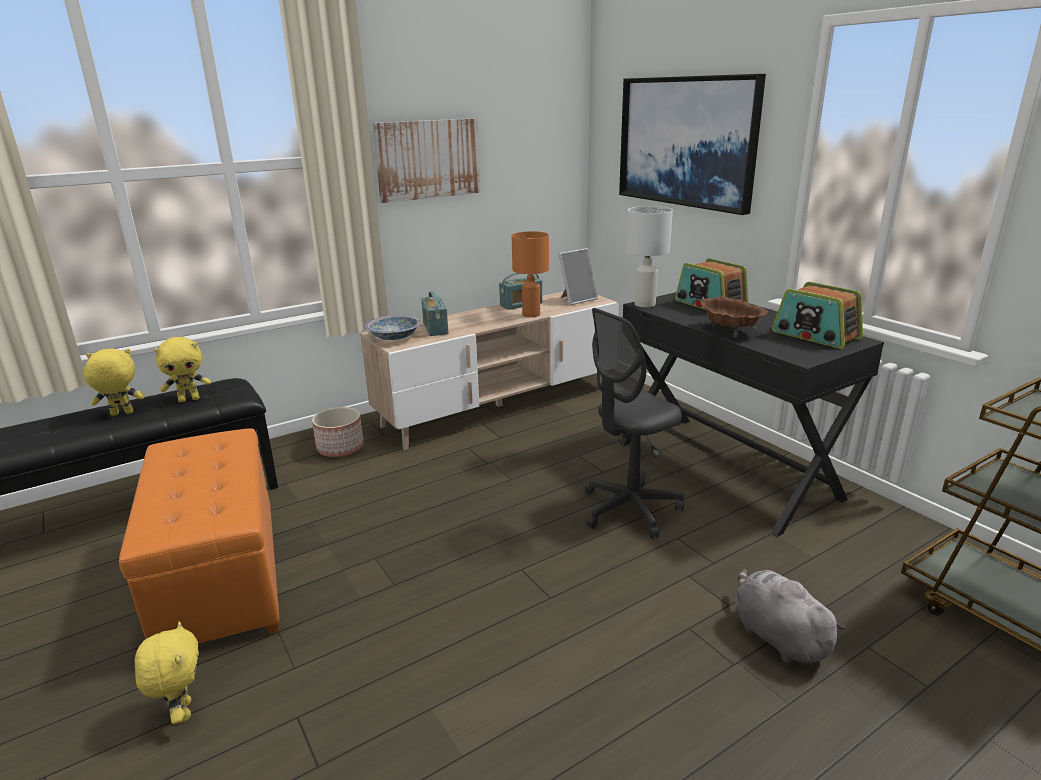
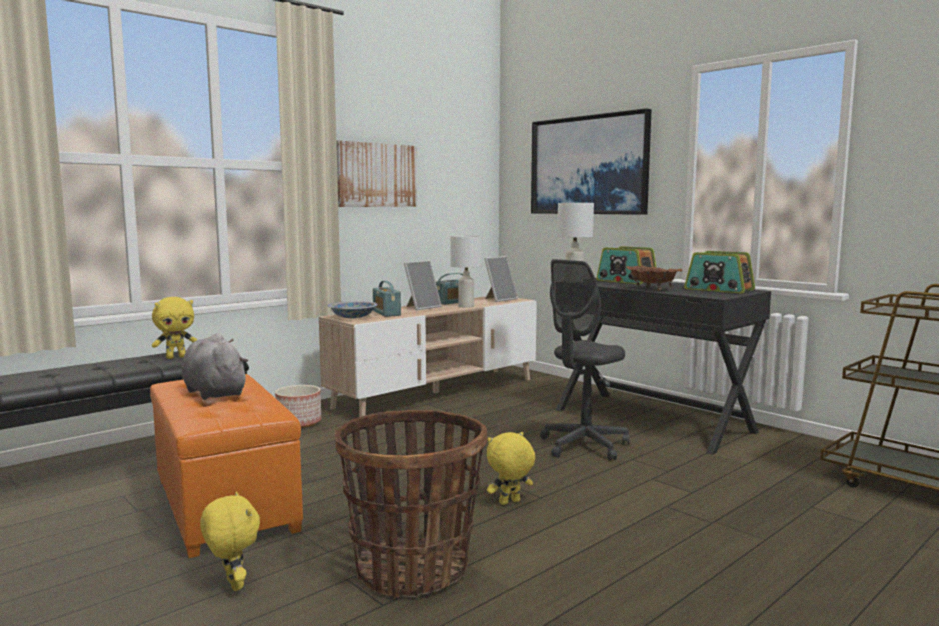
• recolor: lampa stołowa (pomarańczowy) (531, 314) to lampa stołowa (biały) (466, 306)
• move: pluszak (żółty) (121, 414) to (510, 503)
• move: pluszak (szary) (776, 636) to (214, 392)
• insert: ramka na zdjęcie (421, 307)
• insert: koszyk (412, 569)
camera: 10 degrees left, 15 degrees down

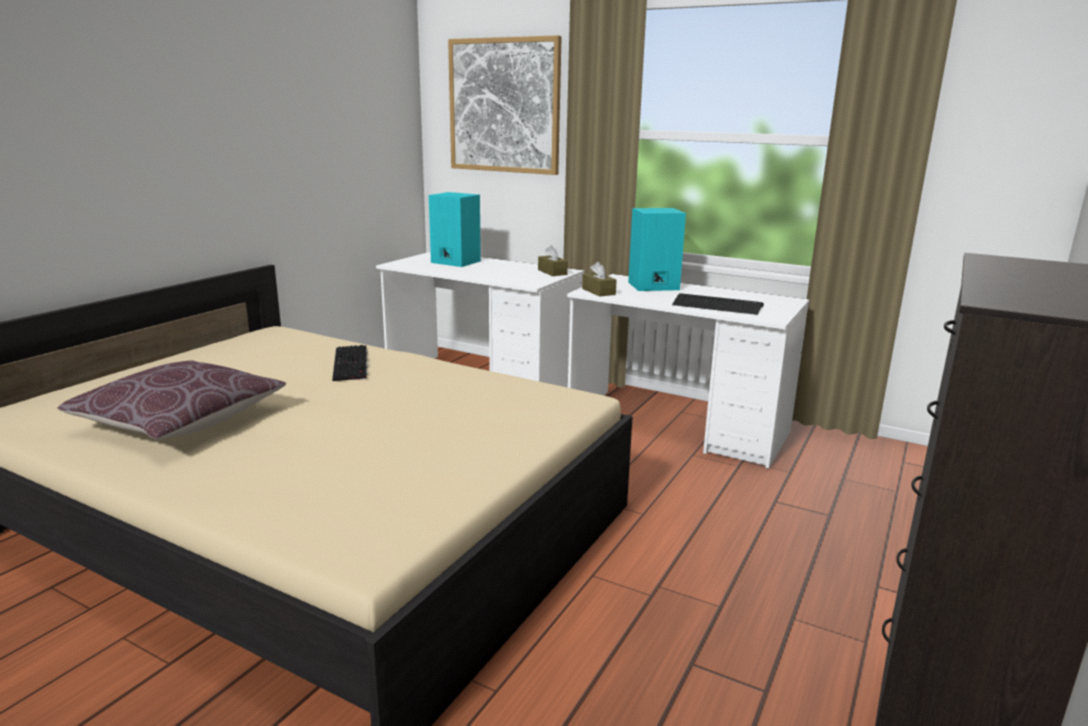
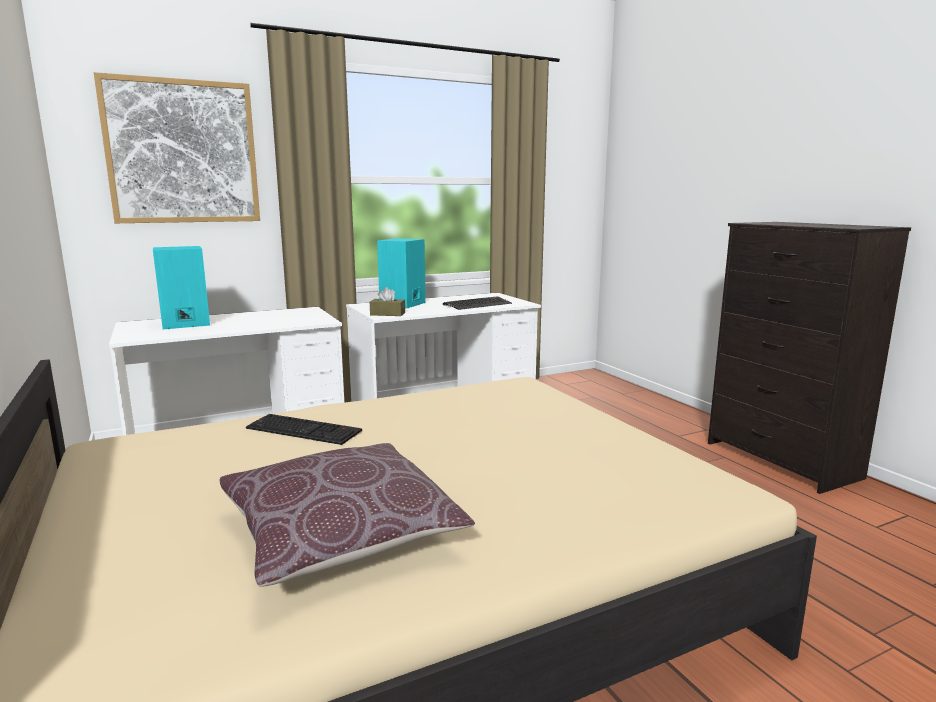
• delete: pudełko chusteczek (brązowy) (552, 272)
camera: 55 degrees left, 5 degrees down

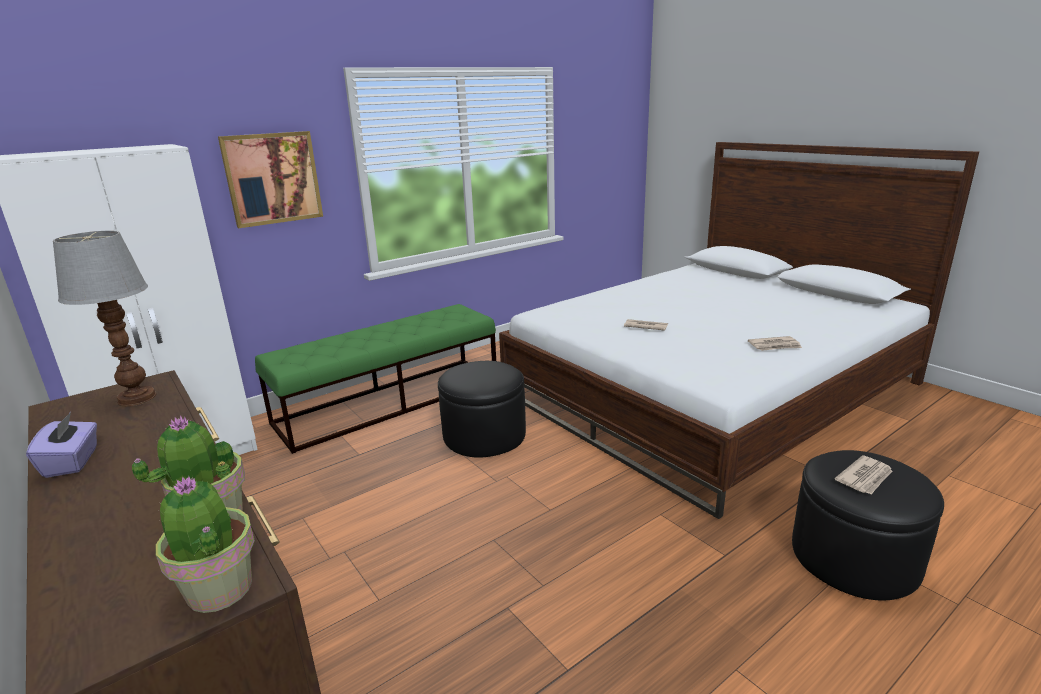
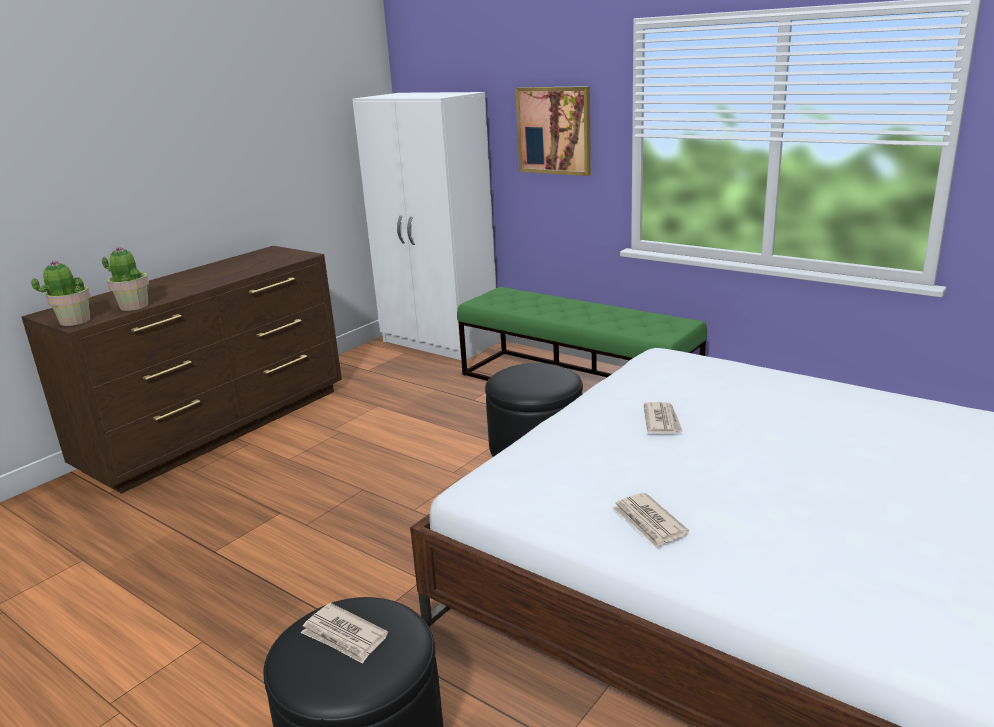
• delete: lampa stołowa (136, 398)
• delete: pudełko chusteczek (fioletowy) (72, 462)
camera: 75 degrees right, 0 degrees up

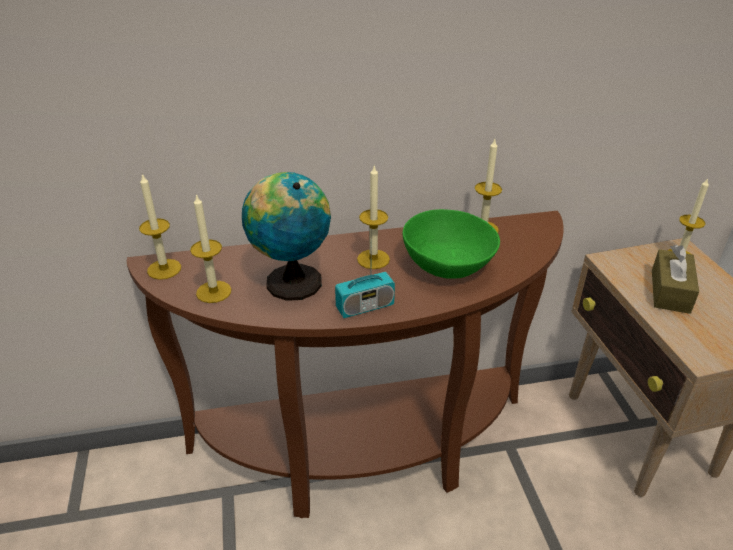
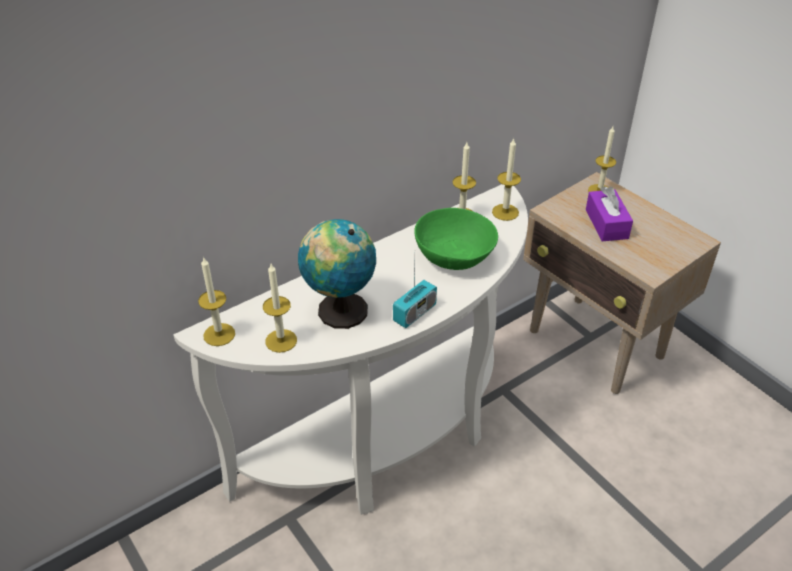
• move: świeca (373, 259) to (505, 212)
• recolor: stolik konsolowy (brązowy) (364, 456) to stolik konsolowy (biały) (391, 442)
• recolor: pudełko chusteczek (brązowy) (670, 291) to pudełko chusteczek (fioletowy) (606, 224)
camera: 25 degrees left, 5 degrees up

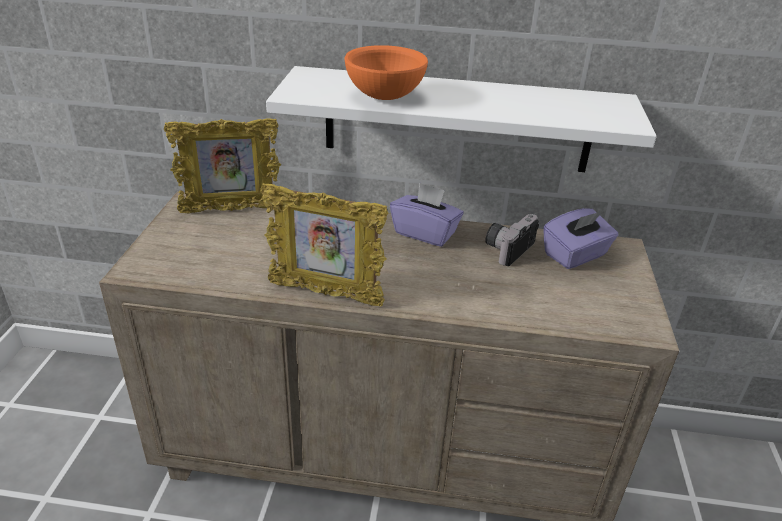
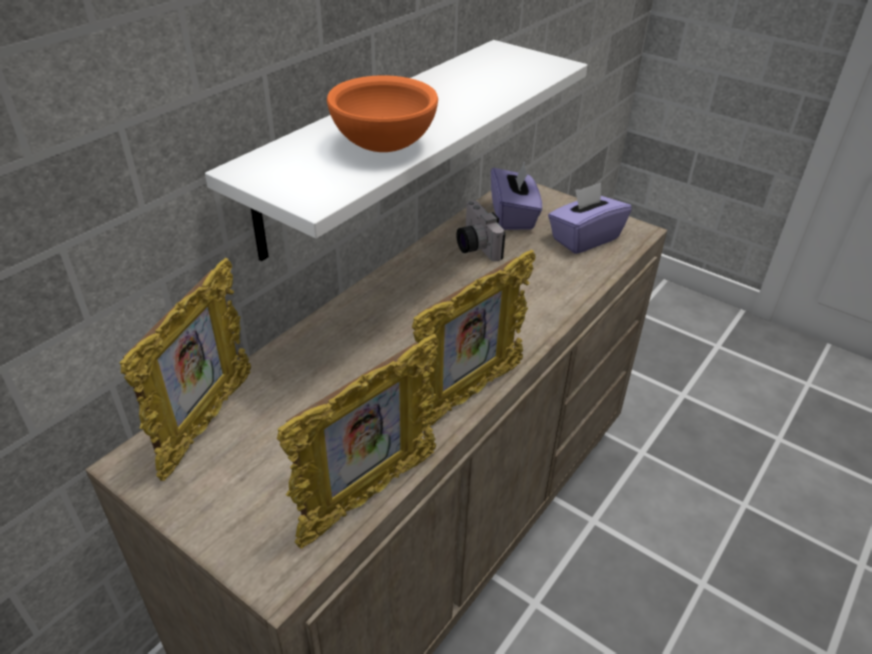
• move: pudełko chusteczek (fioletowy) (425, 233) to (584, 238)
• insert: ramka na zdjęcie (368, 496)
camera: 60 degrees left, 5 degrees up

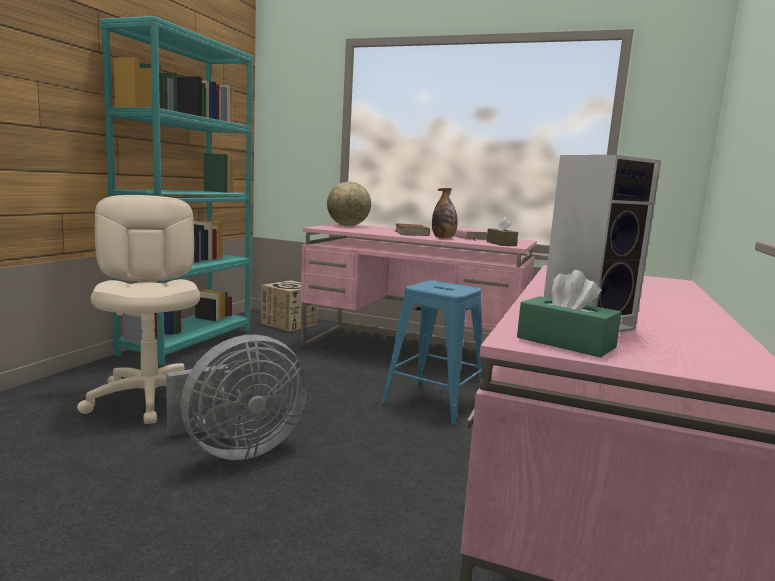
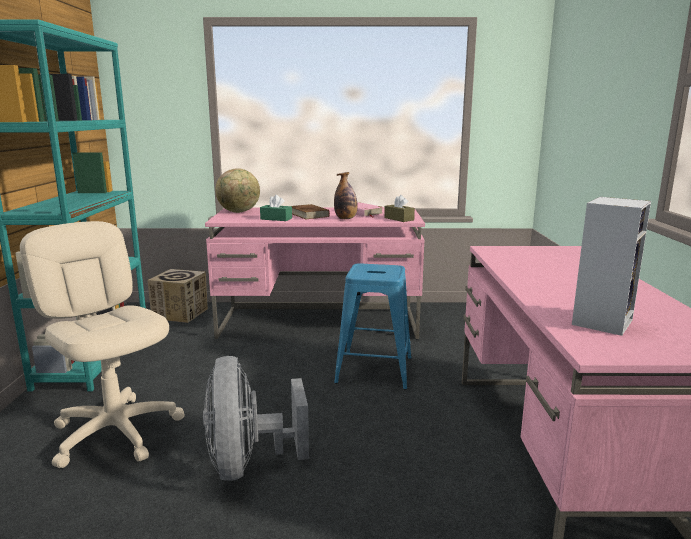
• move: pudełko chusteczek (zielony) (565, 342) to (276, 219)
• rotate: wentylator (szary) (236, 449) = (248, 463) 135 degrees clockwise
camera: 20 degrees left, 5 degrees up

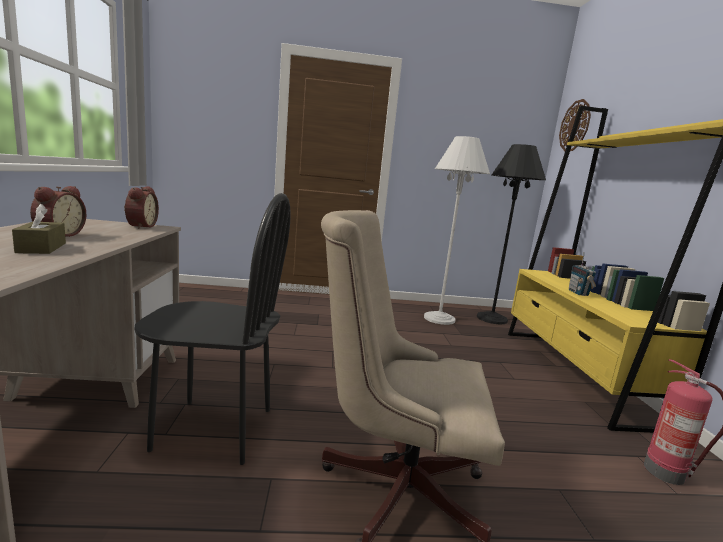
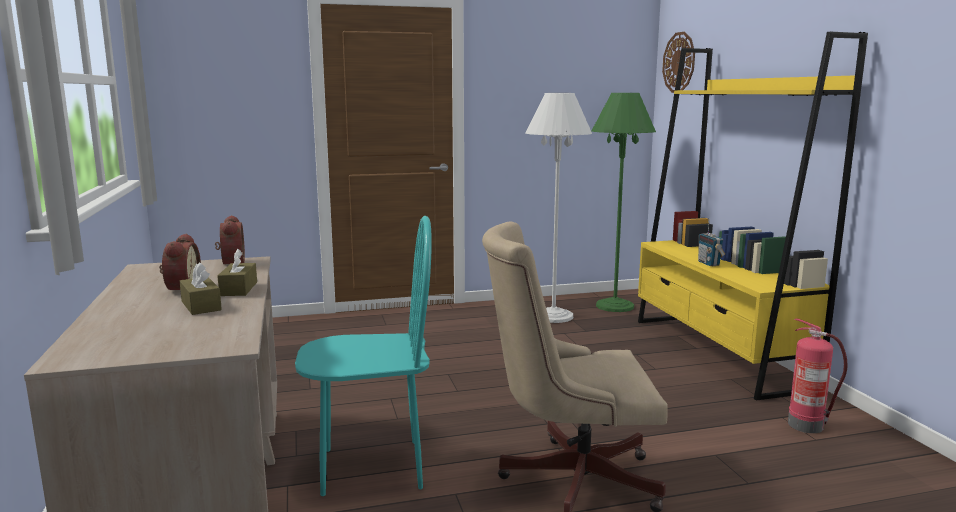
• recolor: lampa stojąca (czarny) (492, 318) to lampa stojąca (zielony) (615, 306)
• recolor: krzesło (czarny) (214, 429) to krzesło (turkusowy) (372, 467)
• insert: pudełko chusteczek (brązowy) (238, 289)
camera: 10 degrees left, 0 degrees up

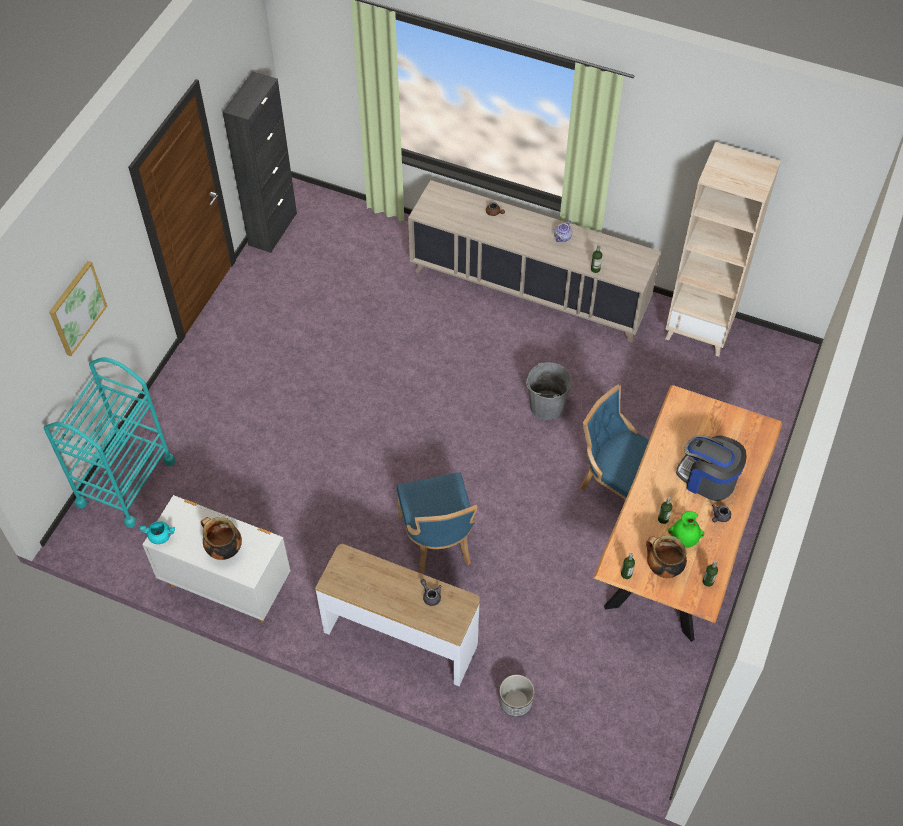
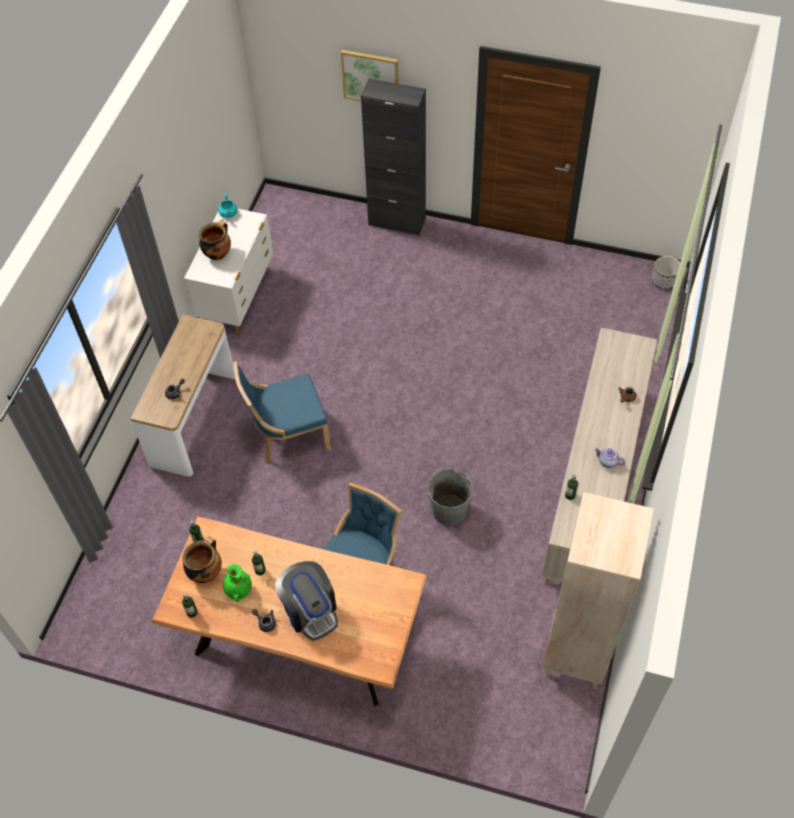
• move: szafka (czarny) (272, 229) to (397, 222)
• delete: wózek (turkusowy) (126, 482)
• rotate: ekspres do kawy (707, 478) = (310, 610) 120 degrees clockwise
• move: donica (515, 702) to (663, 280)
camera: 85 degrees right, 0 degrees up

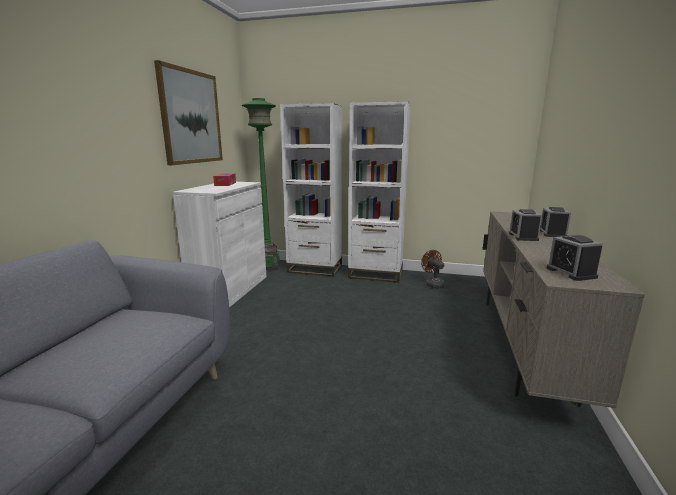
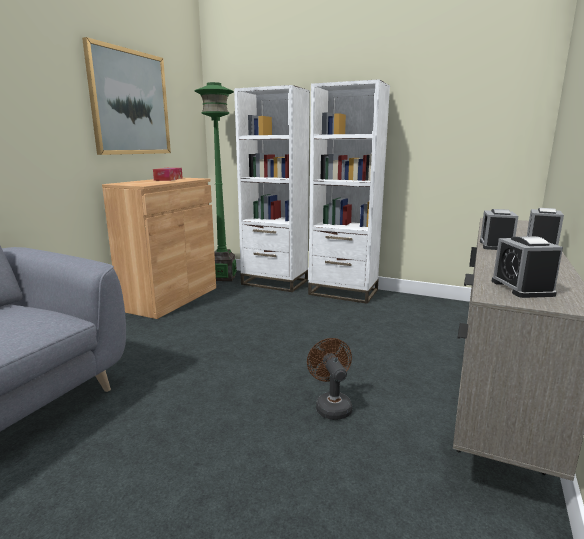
• recolor: szafka (biały) (230, 289) to szafka (brązowy) (170, 298)
• move: wentylator (brązowy) (433, 284) to (331, 405)
camera: 10 degrees right, 0 degrees up

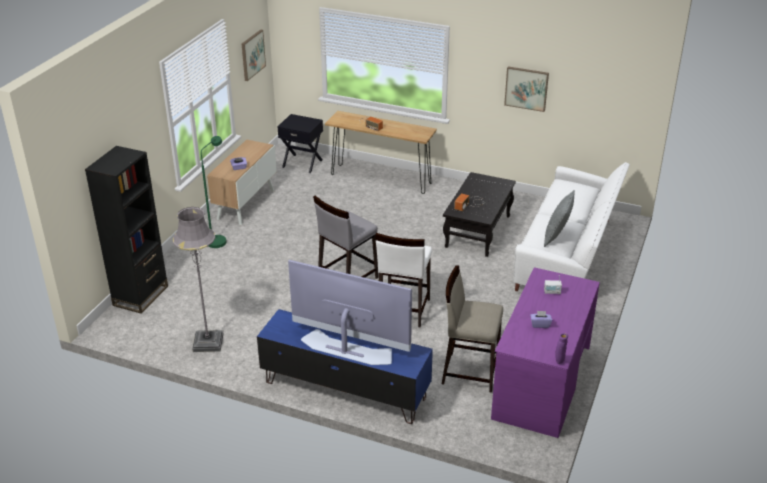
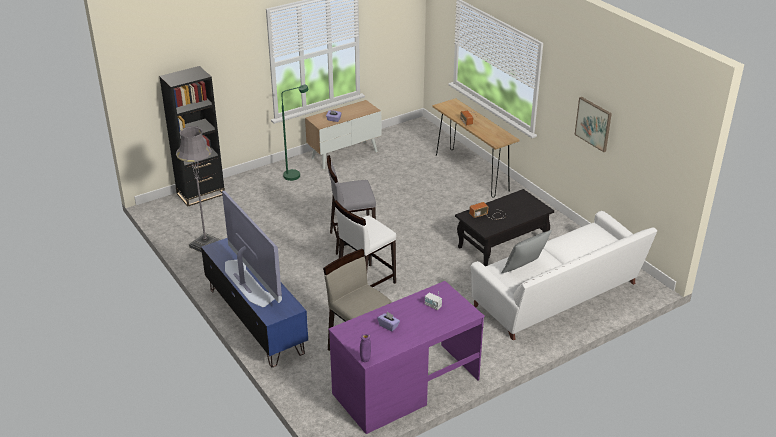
• delete: obraz (252, 55)
• delete: szafka nocna (czarny) (302, 163)
camera: 35 degrees right, 0 degrees up

